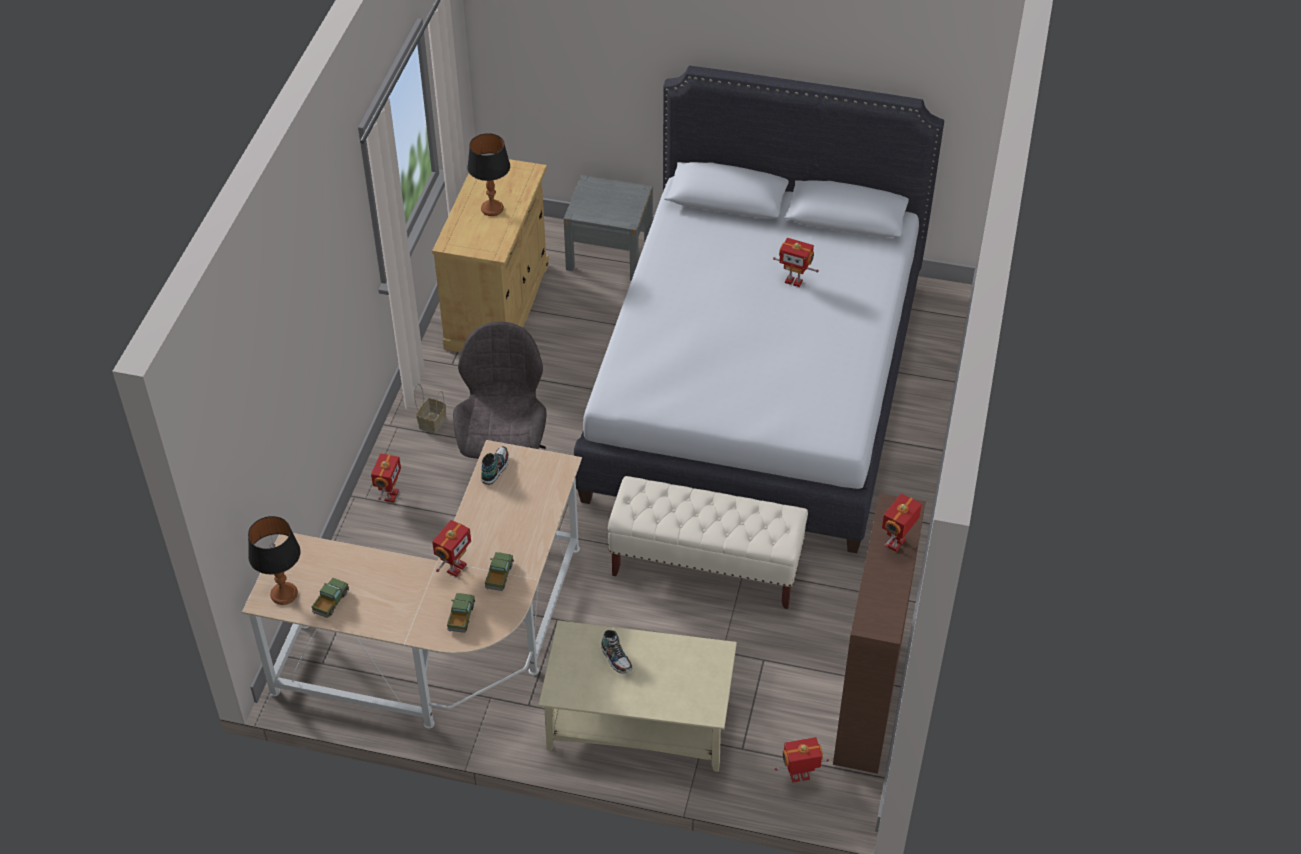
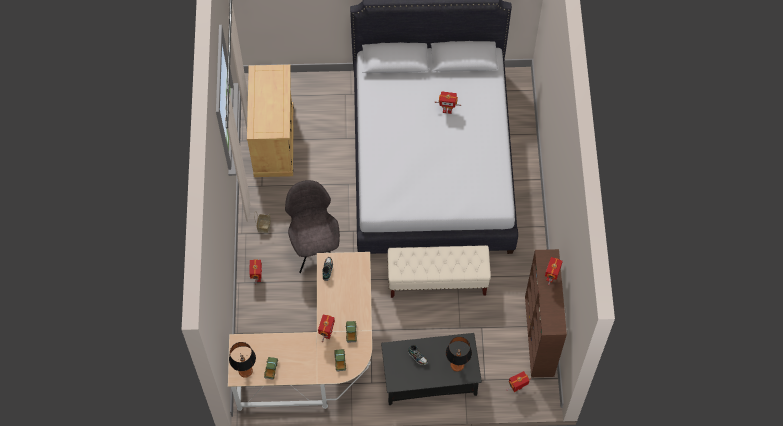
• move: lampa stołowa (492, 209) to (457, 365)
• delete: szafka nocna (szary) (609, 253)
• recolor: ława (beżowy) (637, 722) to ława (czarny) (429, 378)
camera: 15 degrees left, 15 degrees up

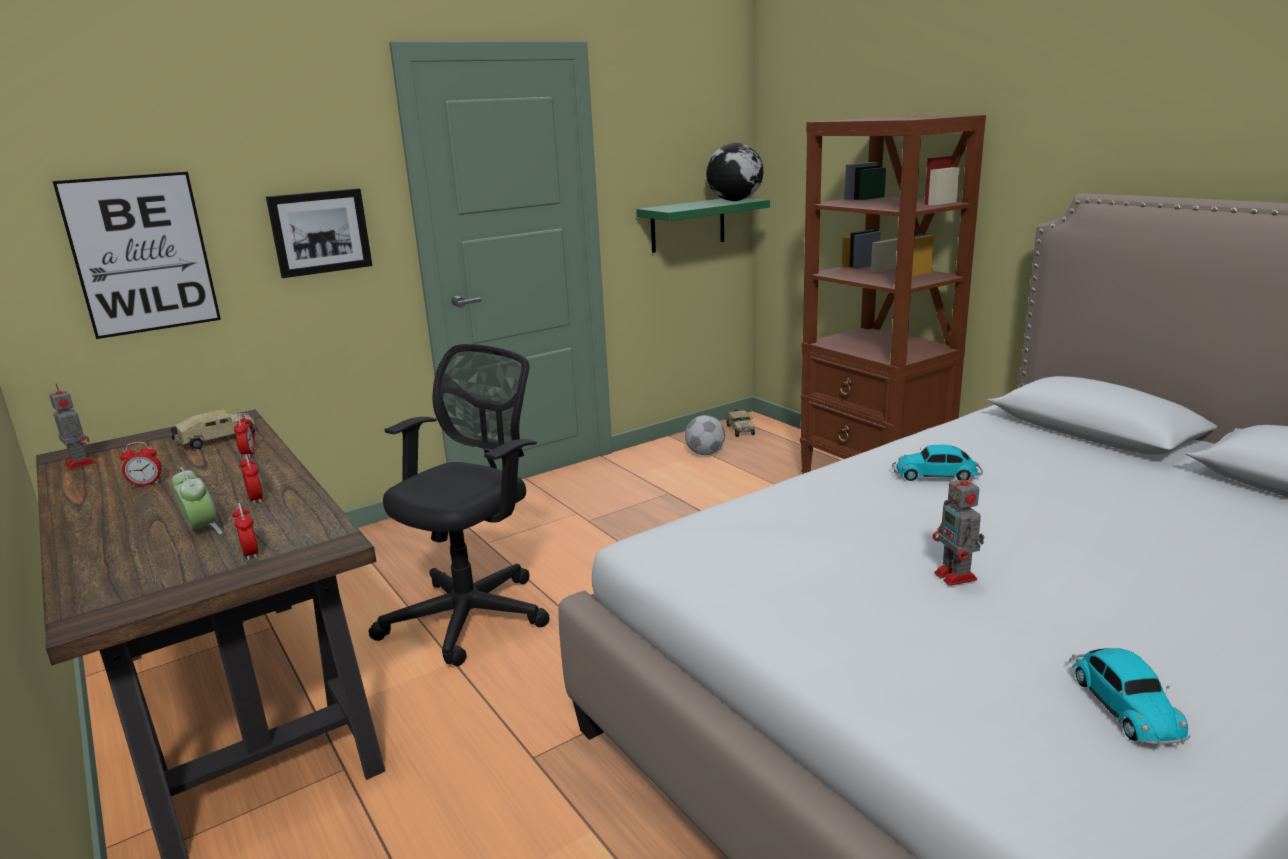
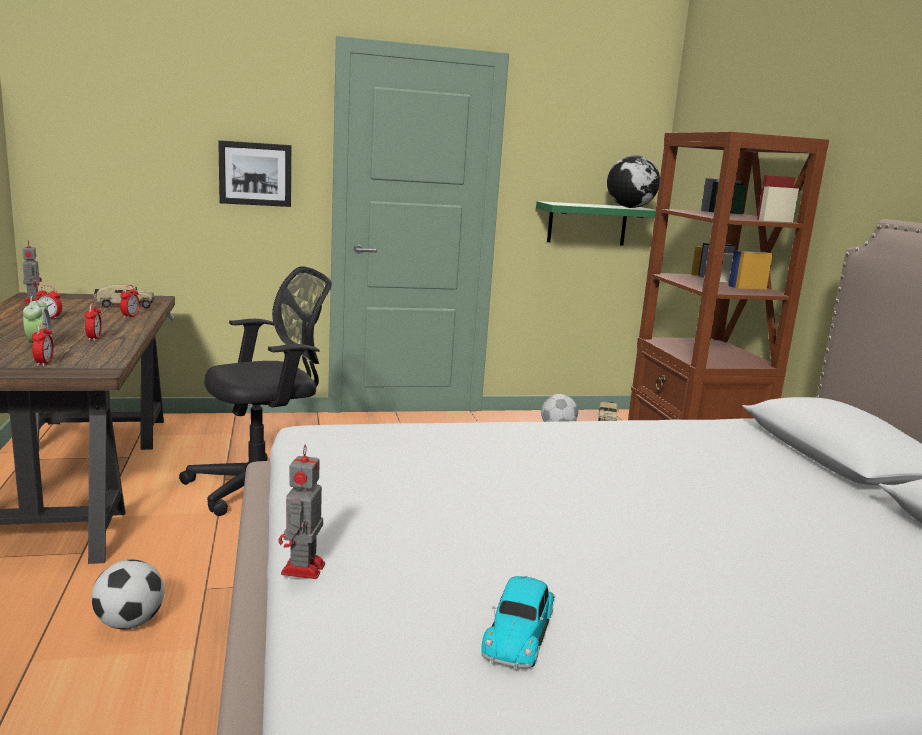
• delete: obraz (141, 254)
• delete: samochodzik (937, 475)
• move: robot zabawkowy (956, 577) to (302, 570)
• insert: piłka futbolowa (130, 623)
camera: 20 degrees right, 5 degrees down

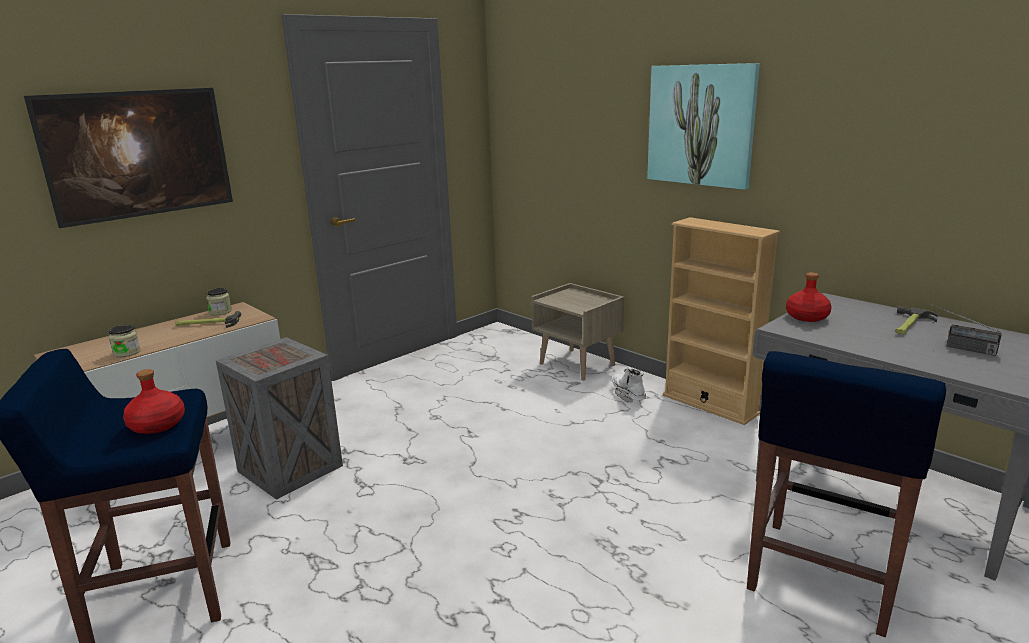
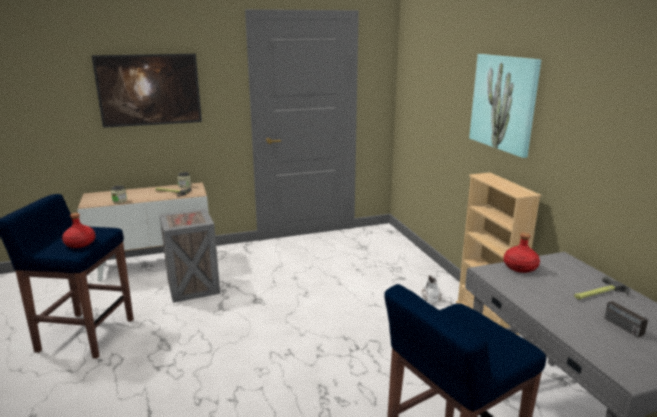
• delete: szafka nocna (beżowy) (578, 364)
camera: 25 degrees right, 0 degrees up

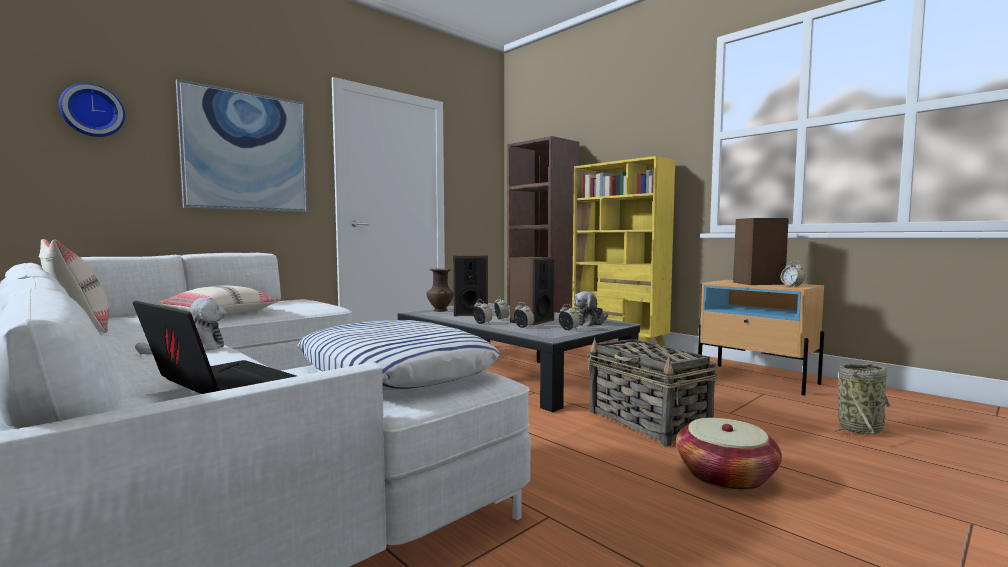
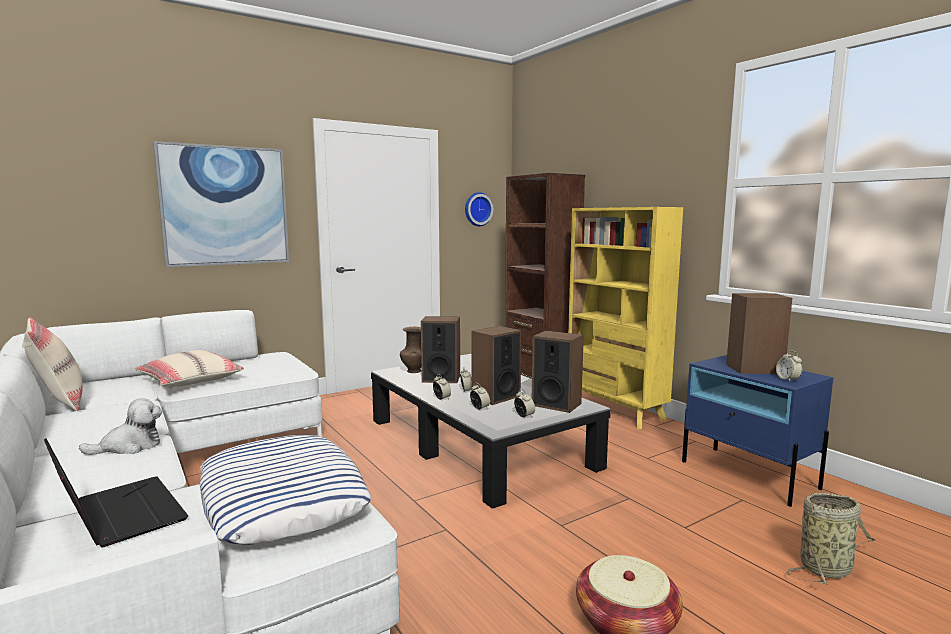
• move: zegar ścienny (92, 111) to (477, 209)
• recolor: szafka nocna (beżowy) (757, 379) to szafka nocna (niebieski) (748, 475)
• replace: pluszak (590, 323) to głośnik (556, 404)
• delete: koszyk (648, 422)
camera: 10 degrees right, 5 degrees up

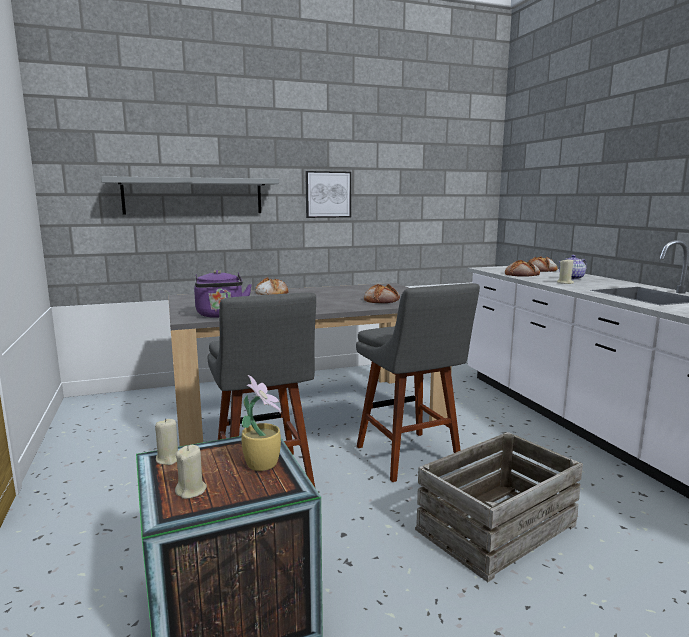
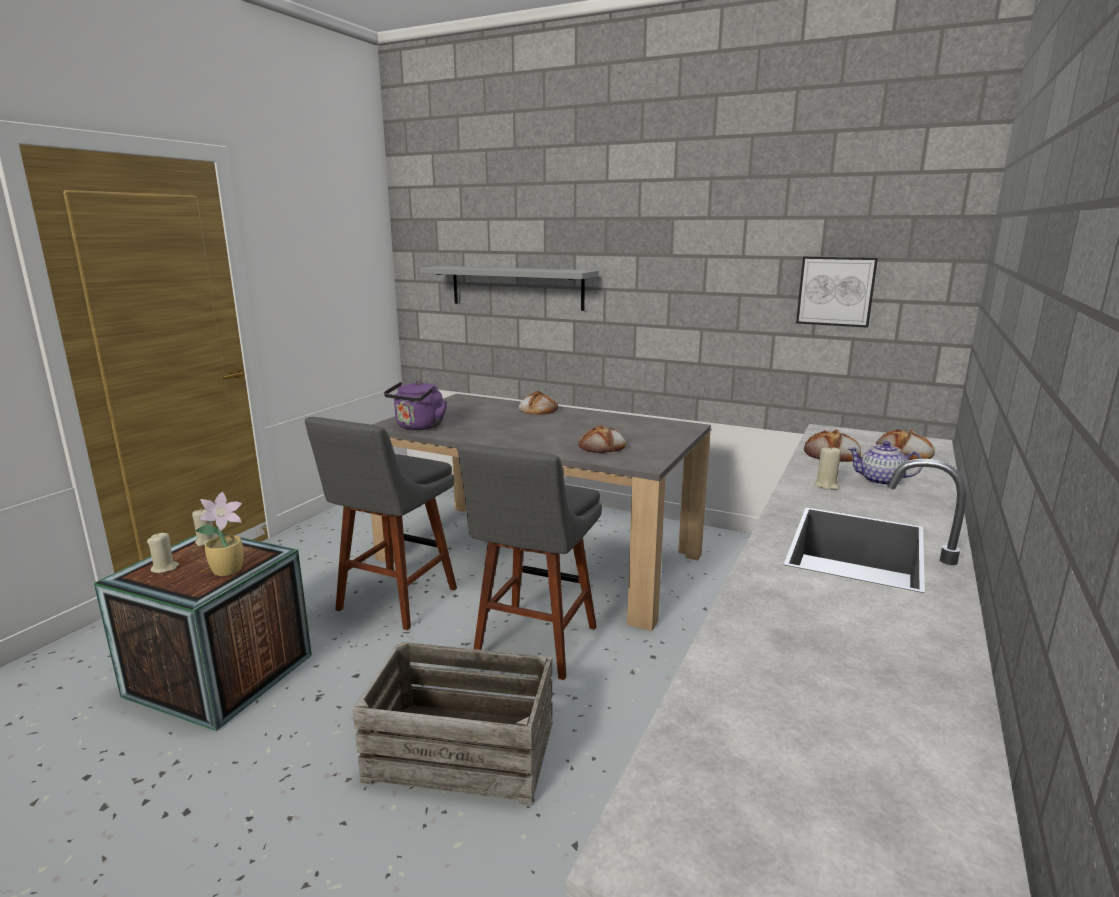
• move: obraz (328, 194) to (835, 291)
camera: 45 degrees right, 5 degrees up

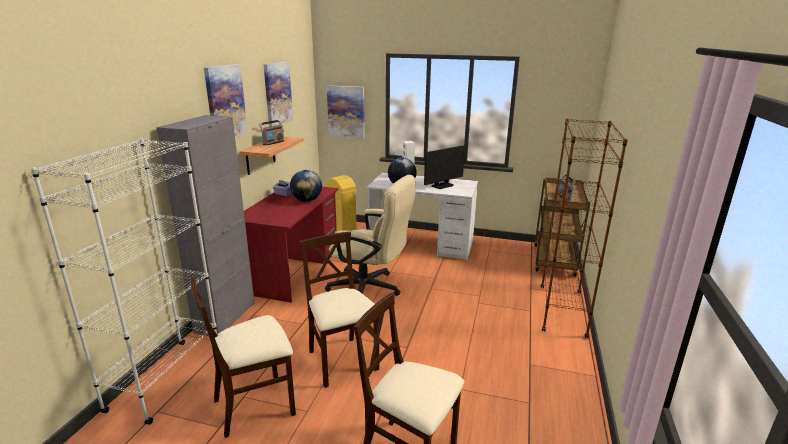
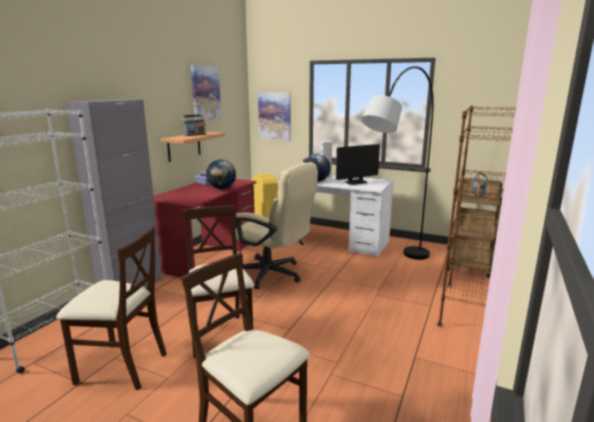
• delete: obraz (225, 103)
• rotate: krzesło (beżowy) (255, 405) = (121, 367) 150 degrees counterclockwise
• insert: lampa stojąca (szary) (393, 270)
camera: 10 degrees right, 5 degrees down

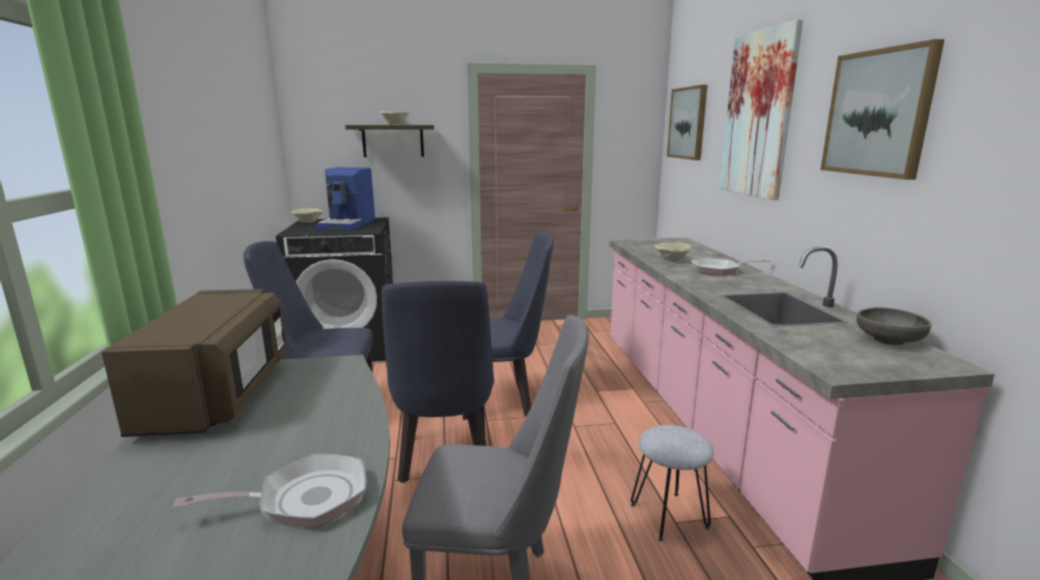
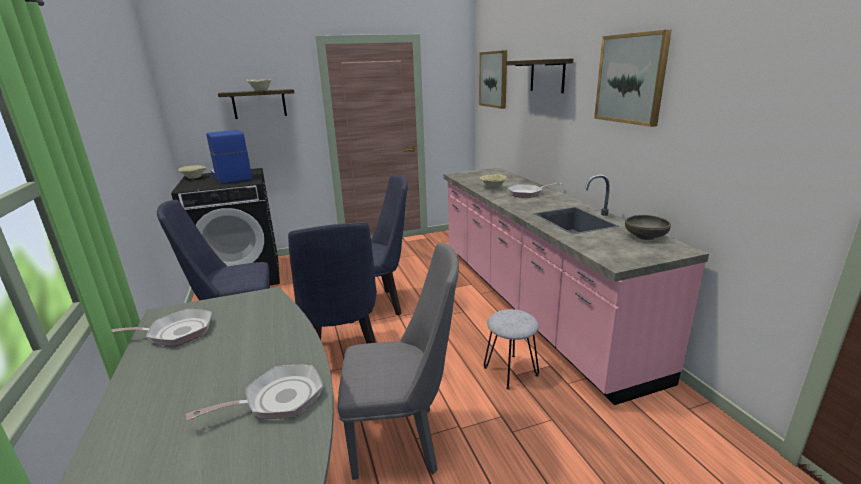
• replace: obraz (758, 115) to półka (547, 75)
• rotate: ekspres do kawy (348, 224) = (231, 177) 150 degrees clockwise
• replace: mikrofalówka (brązowy) (219, 395) to patelnia (176, 332)
camera: 10 degrees left, 5 degrees up

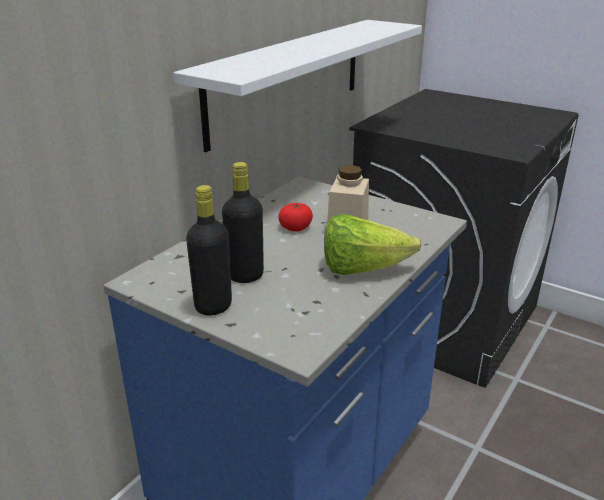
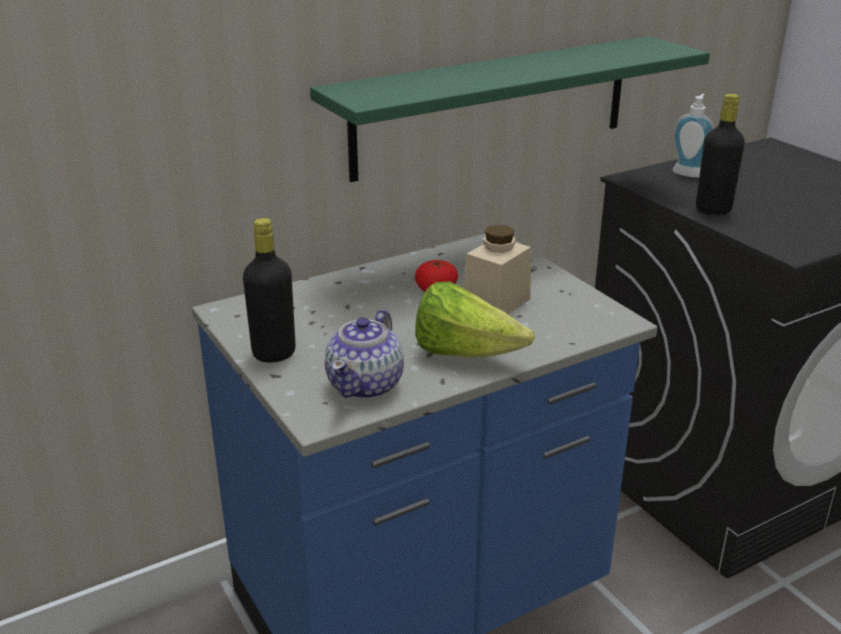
• recolor: półka (biały) (288, 79) to półka (zielony) (494, 106)
• move: butelka (czarny) (245, 275) to (713, 210)
• insert: dozownik mydła (689, 172)
• insert: imbryk (366, 385)
camera: 25 degrees right, 0 degrees up

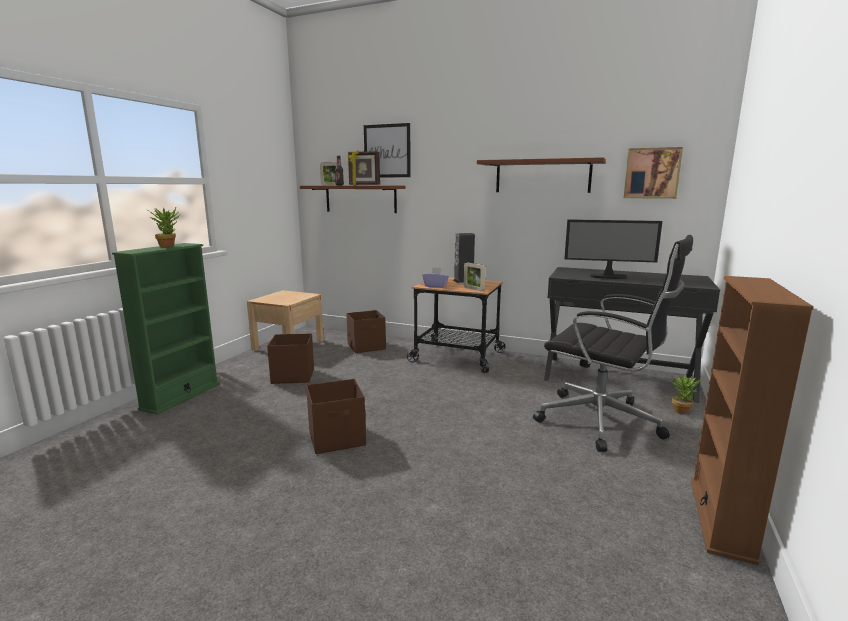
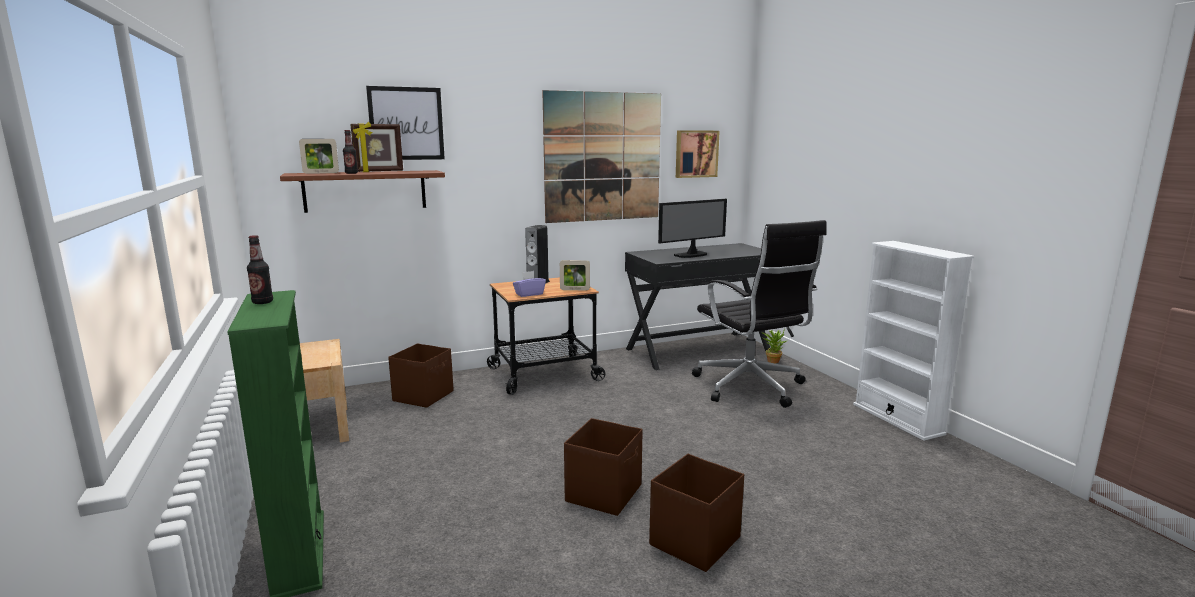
• replace: półka (brązowy) (542, 176) to obraz (603, 157)
• replace: roślina doniczkowa (168, 246) to butelka (262, 302)
• rotate: krzesło biurowe (czarny) (602, 422) = (750, 387) 75 degrees clockwise
• recolor: regał (brązowy) (721, 518) to regał (biały) (897, 419)
• move: pojemnik do przechowywania (brązowy) (292, 376) to (693, 542)
camera: 45 degrees left, 0 degrees up

